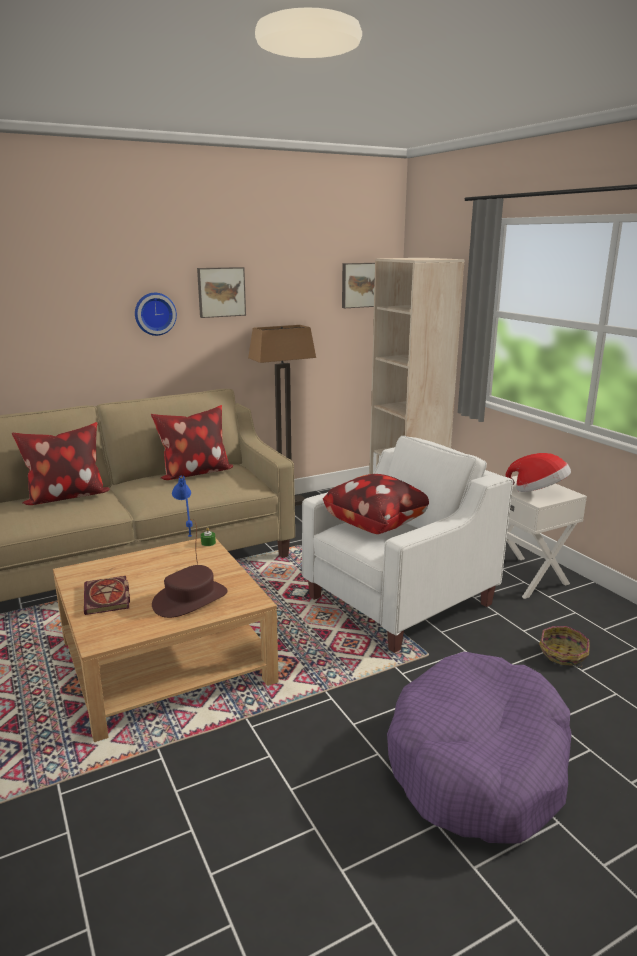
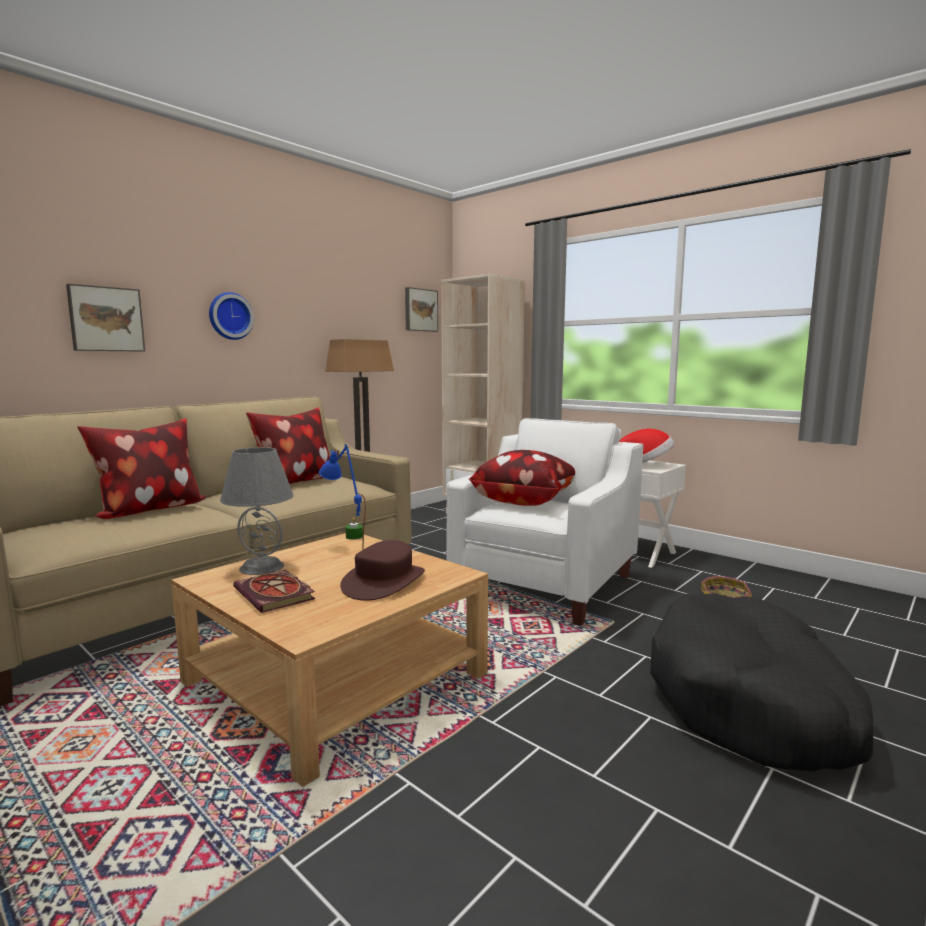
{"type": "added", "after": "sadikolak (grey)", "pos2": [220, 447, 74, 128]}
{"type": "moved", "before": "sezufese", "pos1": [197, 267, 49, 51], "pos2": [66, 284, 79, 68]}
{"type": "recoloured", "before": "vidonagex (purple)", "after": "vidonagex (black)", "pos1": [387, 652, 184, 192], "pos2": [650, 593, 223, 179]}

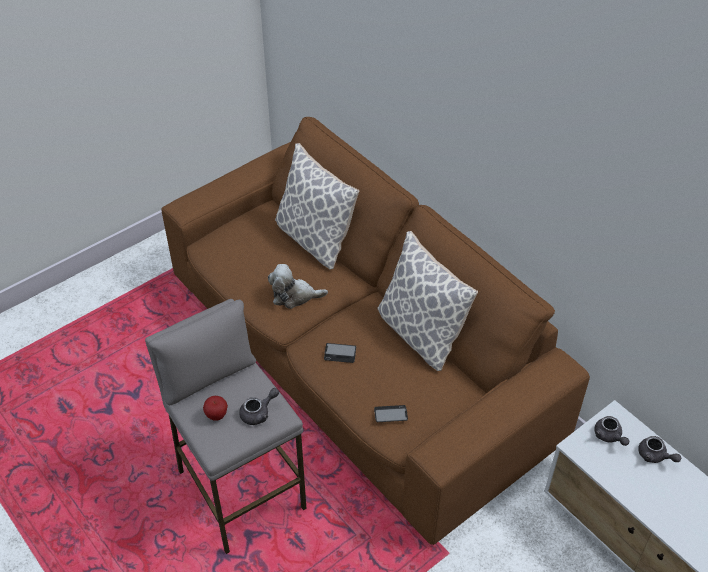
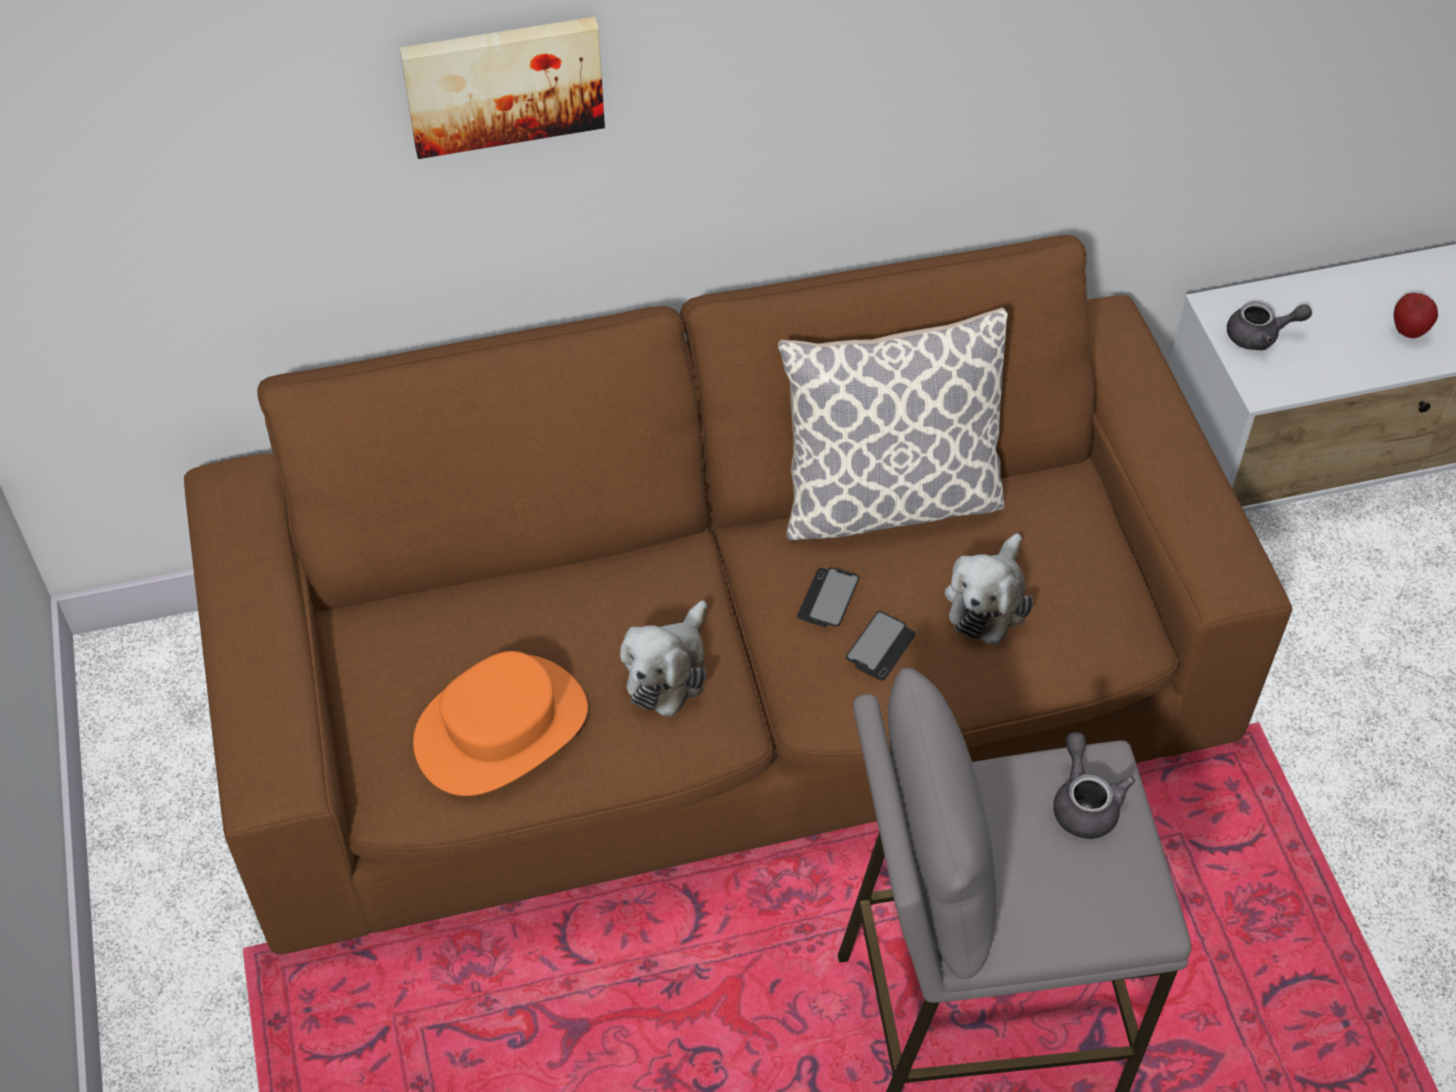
{"type": "removed", "before": "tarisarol", "pos1": [275, 143, 84, 126]}
{"type": "removed", "before": "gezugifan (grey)", "pos1": [638, 436, 43, 27]}
{"type": "added", "after": "sezufese", "pos2": [399, 17, 206, 142]}
{"type": "added", "after": "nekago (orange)", "pos2": [413, 651, 175, 145]}
{"type": "added", "after": "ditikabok", "pos2": [944, 533, 90, 112]}
{"type": "moved", "before": "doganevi", "pos1": [203, 396, 25, 25], "pos2": [1394, 293, 44, 45]}
{"type": "moved", "before": "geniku", "pos1": [374, 405, 34, 17], "pos2": [797, 567, 63, 60]}

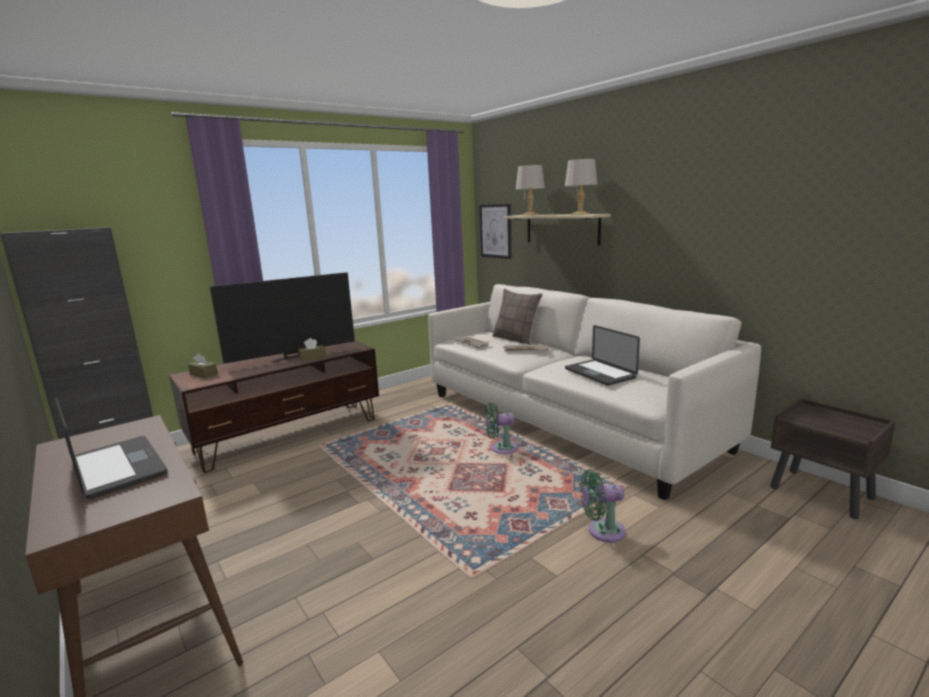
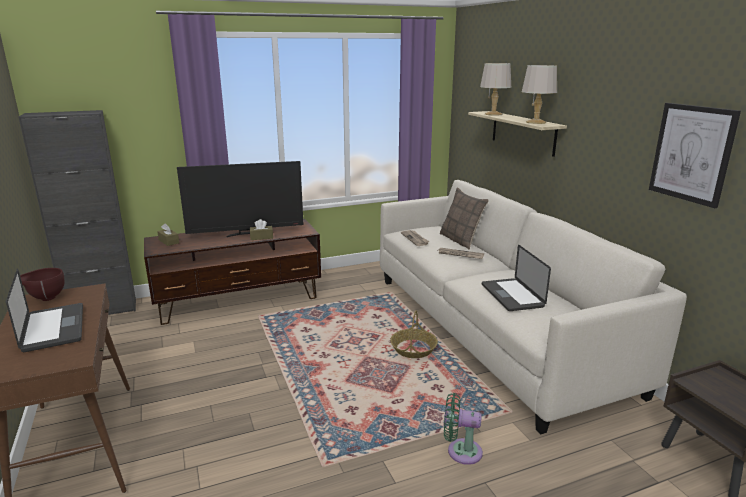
{"type": "added", "after": "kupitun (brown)", "pos2": [20, 268, 45, 33]}
{"type": "moved", "before": "sezufese", "pos1": [479, 204, 32, 55], "pos2": [649, 103, 92, 105]}
{"type": "replaced", "before": "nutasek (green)", "after": "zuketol", "pos1": [486, 402, 32, 52], "pos2": [390, 311, 48, 47]}

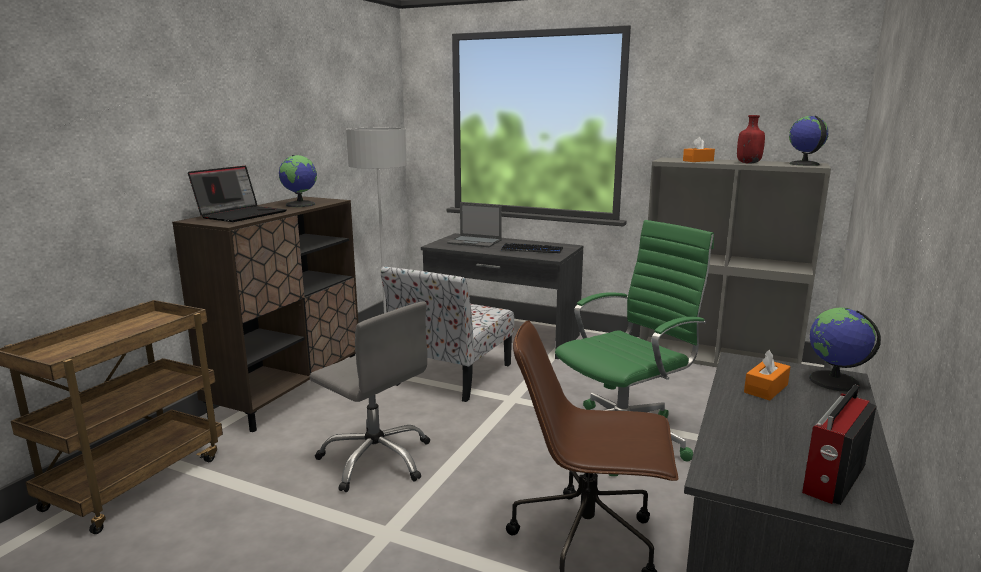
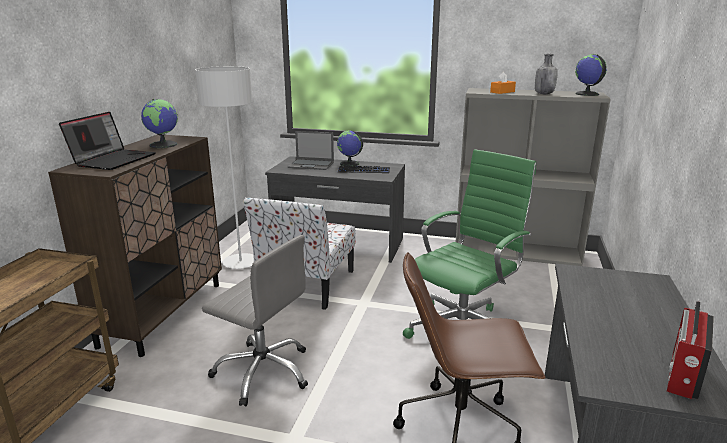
{"type": "removed", "before": "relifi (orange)", "pos1": [744, 350, 46, 51]}
{"type": "moved", "before": "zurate", "pos1": [809, 308, 72, 84], "pos2": [337, 130, 26, 36]}
{"type": "recoloured", "before": "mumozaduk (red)", "after": "mumozaduk (grey)", "pos1": [737, 115, 28, 49], "pos2": [535, 54, 23, 40]}

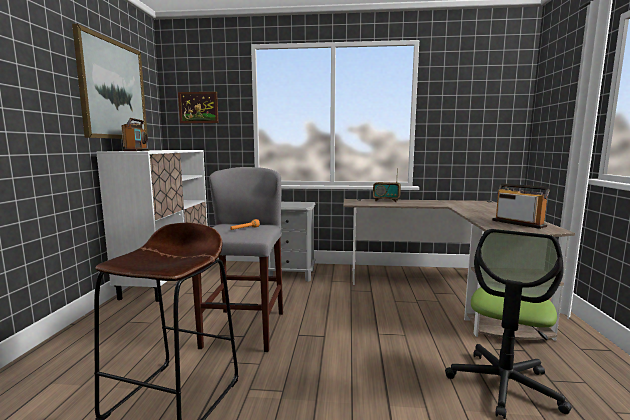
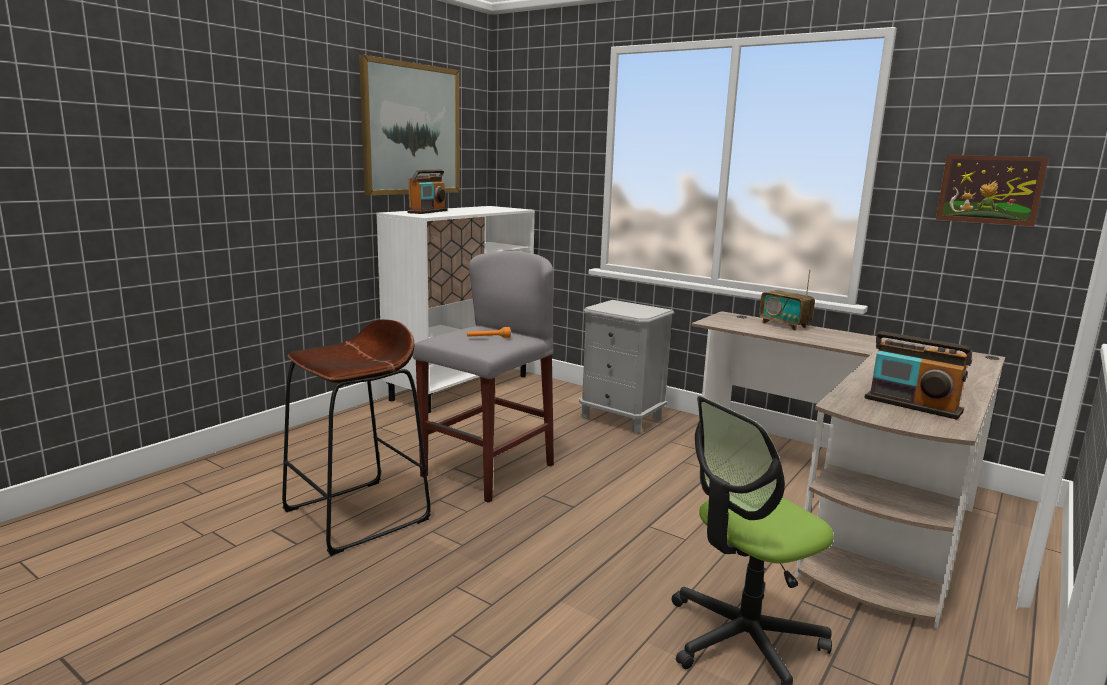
{"type": "moved", "before": "sezufese", "pos1": [178, 92, 41, 31], "pos2": [936, 155, 113, 72]}
{"type": "turned", "before": "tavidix", "pos1": [492, 183, 58, 46], "pos2": [864, 331, 108, 89], "turn": 135}

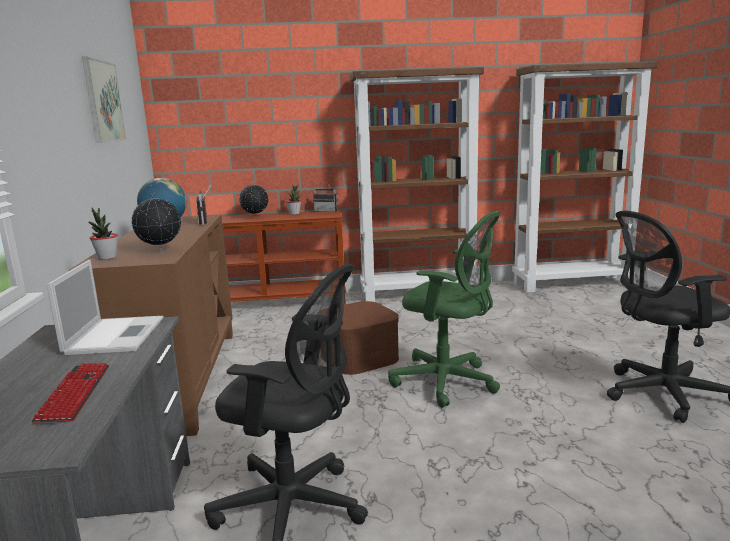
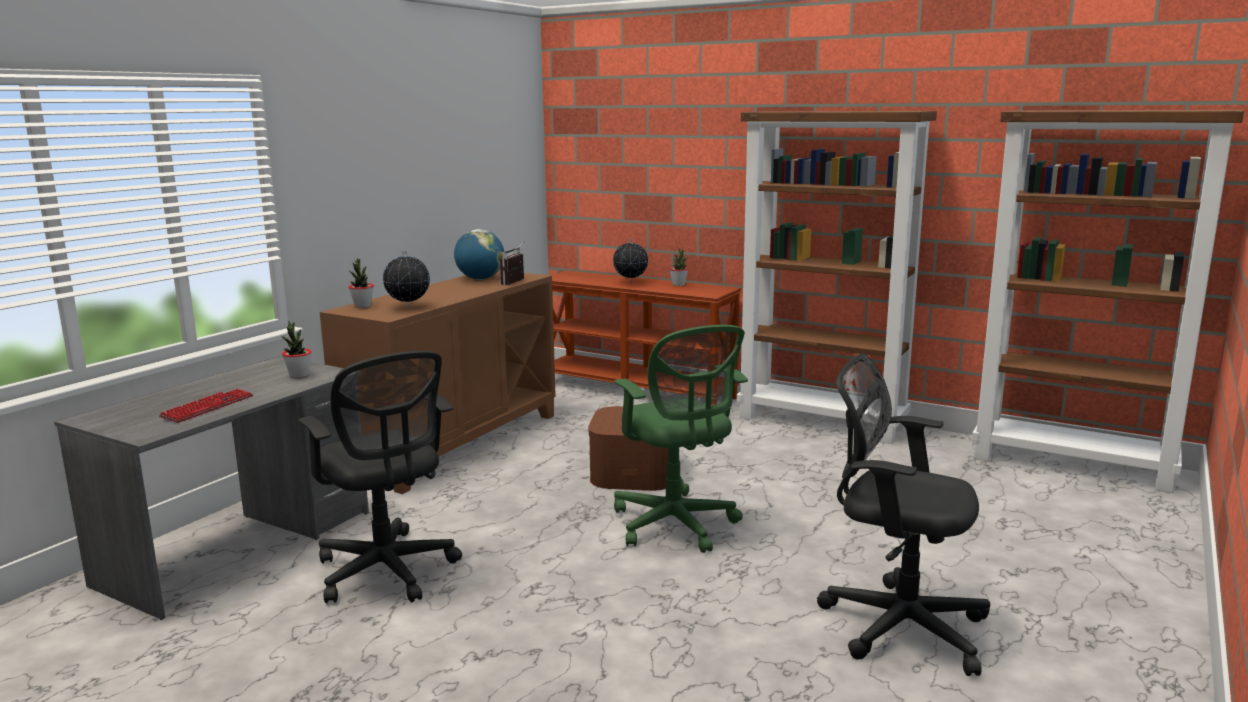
{"type": "removed", "before": "sezufese", "pos1": [82, 56, 44, 87]}
{"type": "removed", "before": "tavidix", "pos1": [313, 183, 25, 29]}
{"type": "replaced", "before": "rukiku", "after": "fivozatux", "pos1": [47, 260, 116, 95], "pos2": [281, 321, 31, 57]}

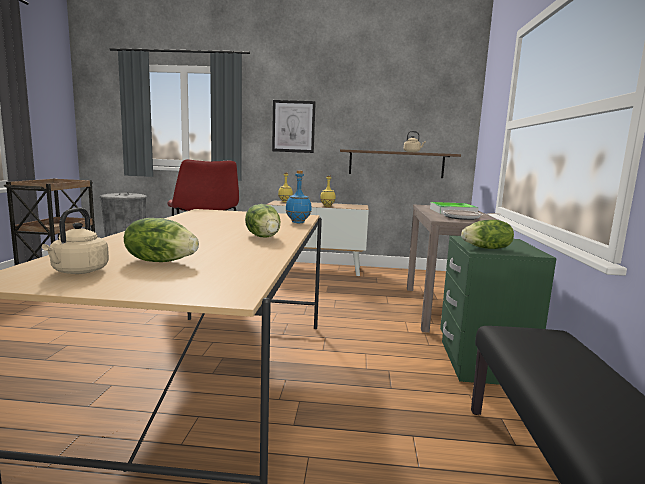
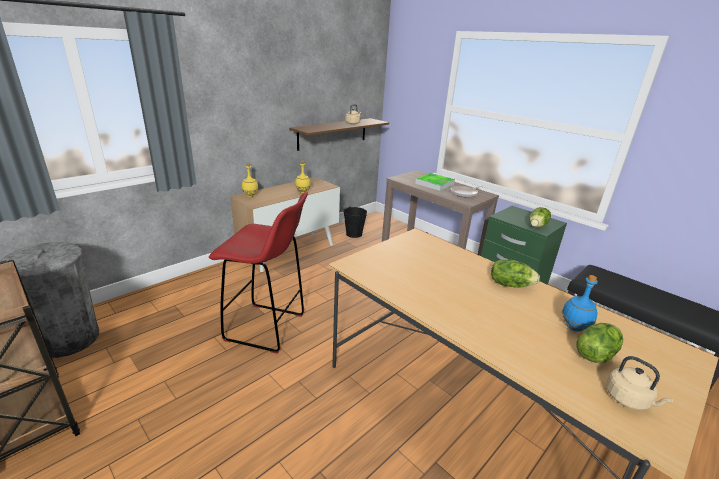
{"type": "removed", "before": "sezufese", "pos1": [272, 100, 44, 53]}
{"type": "added", "after": "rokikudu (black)", "pos2": [343, 206, 24, 32]}
{"type": "moved", "before": "mumozaduk (blue)", "pos1": [286, 171, 25, 52], "pos2": [562, 275, 36, 57]}

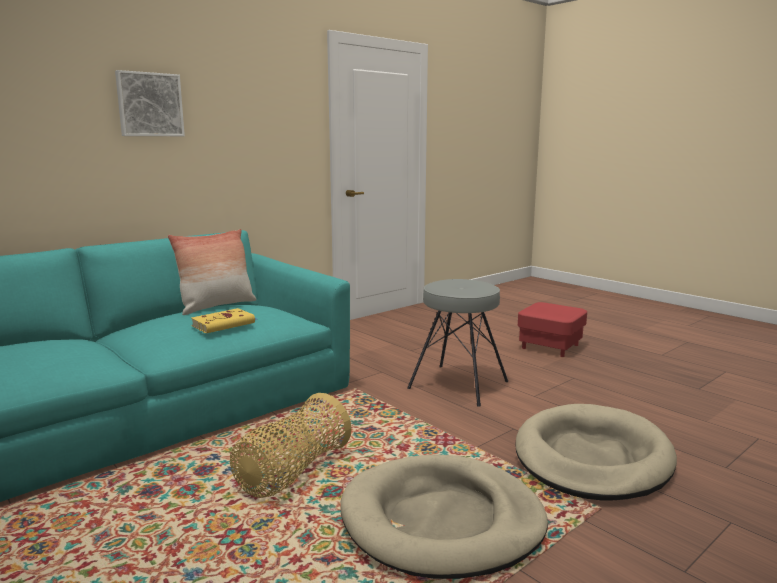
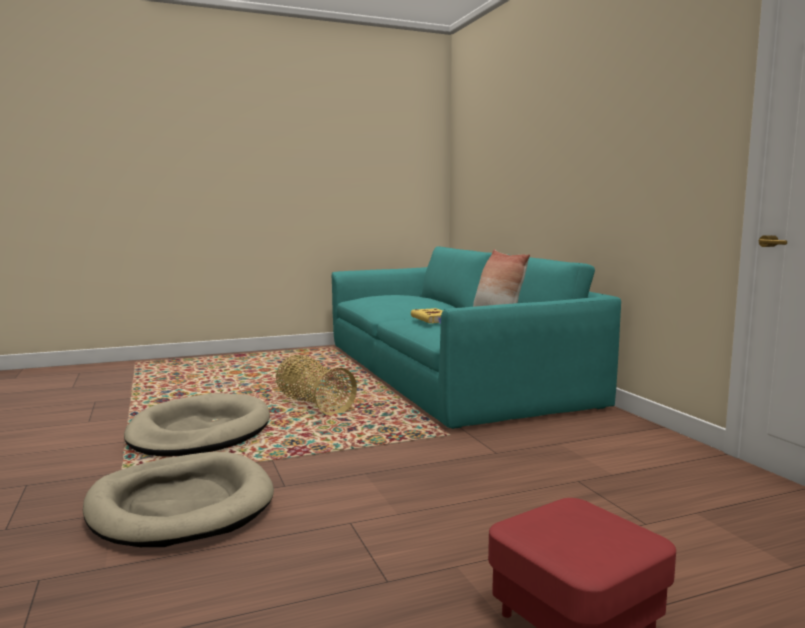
{"type": "removed", "before": "sezufese", "pos1": [115, 70, 70, 66]}
{"type": "removed", "before": "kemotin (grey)", "pos1": [407, 279, 101, 128]}

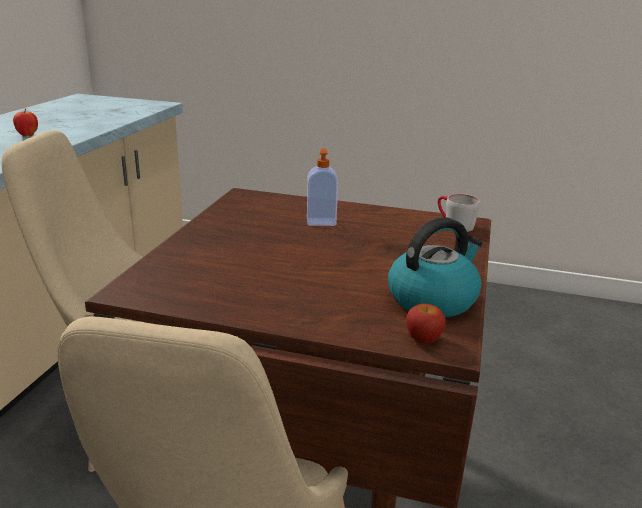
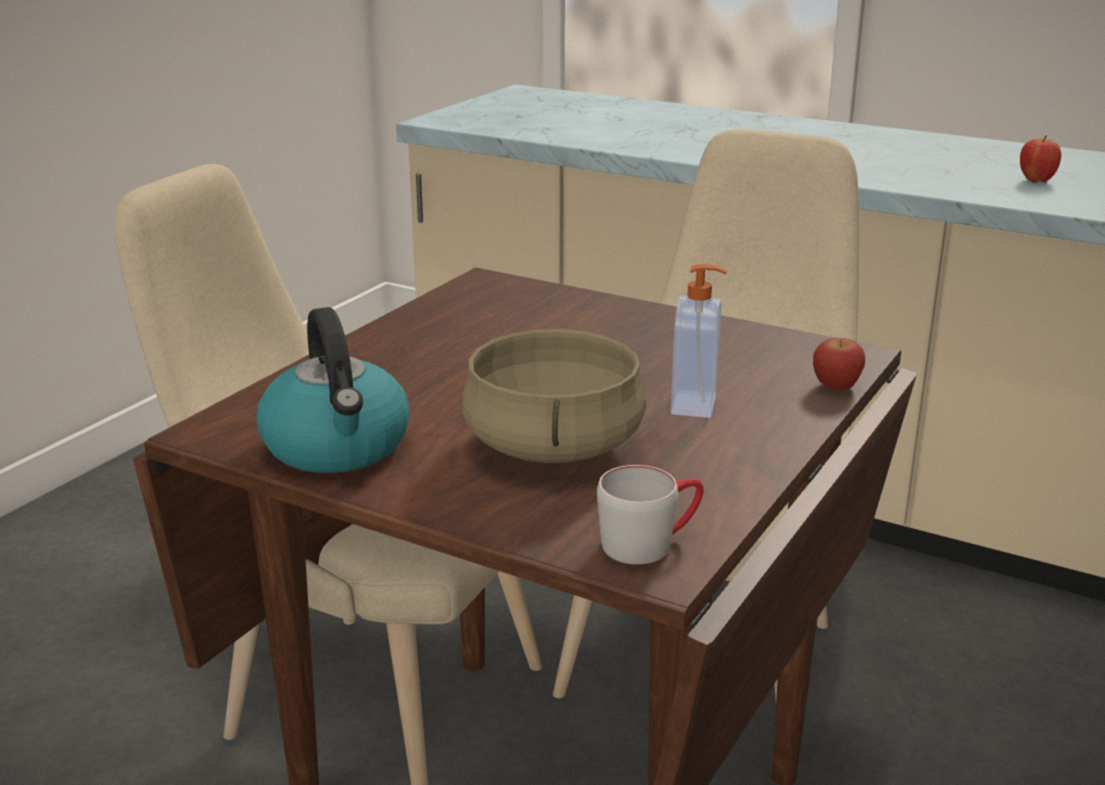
{"type": "added", "after": "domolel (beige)", "pos2": [462, 329, 184, 134]}
{"type": "moved", "before": "doganevi", "pos1": [406, 304, 40, 39], "pos2": [813, 338, 52, 53]}

